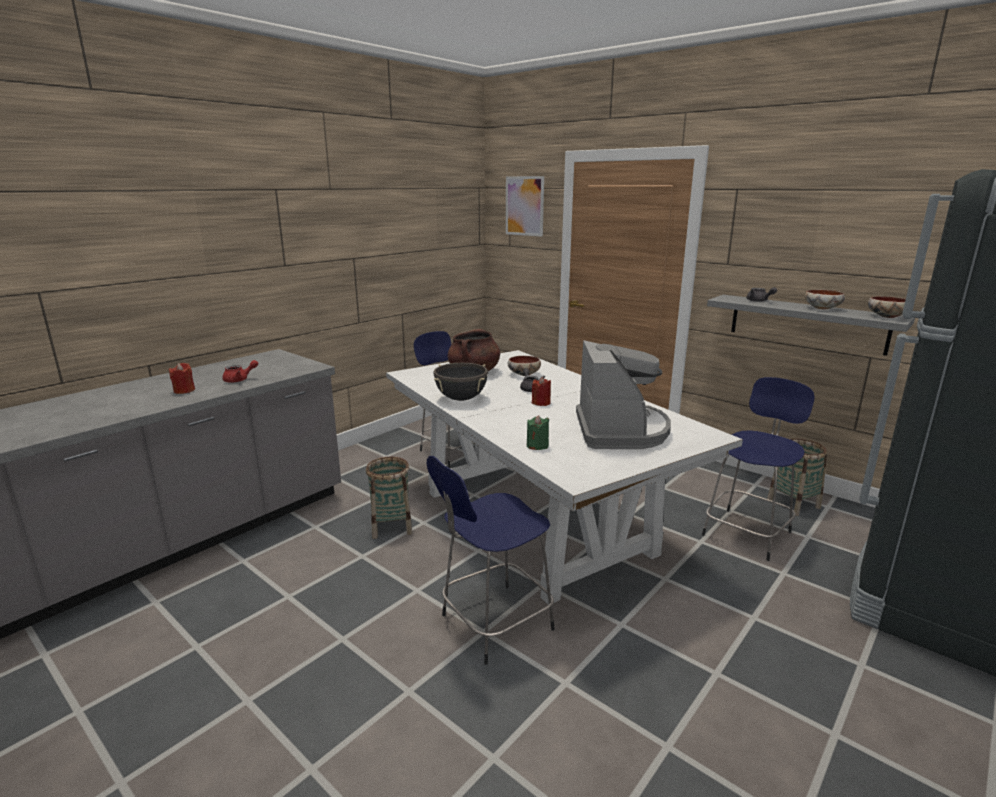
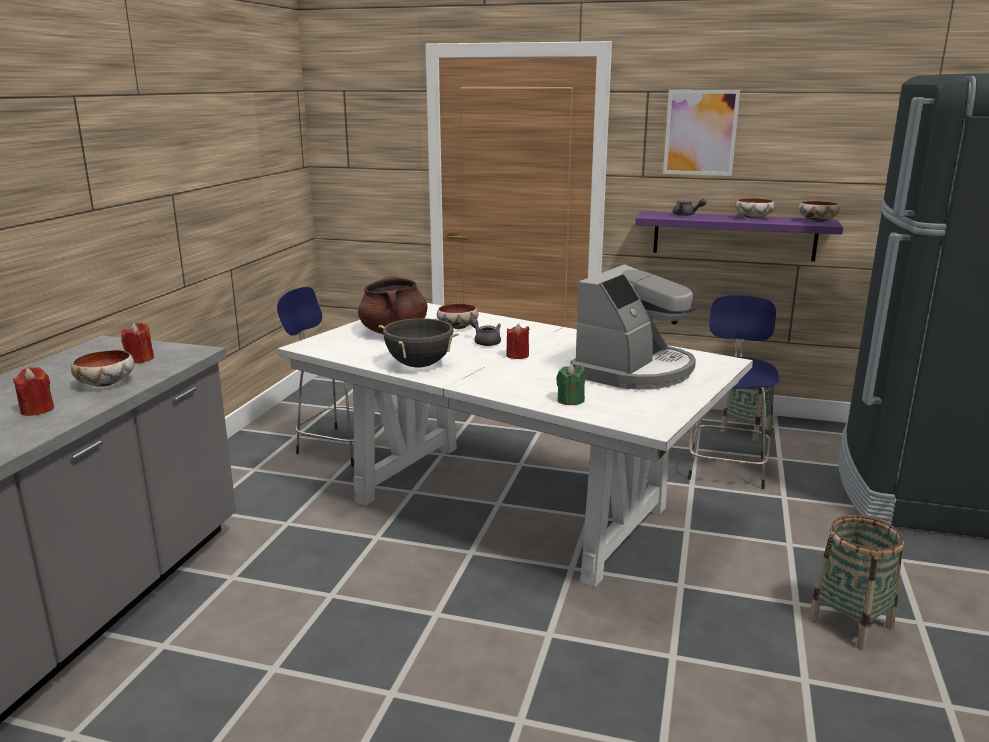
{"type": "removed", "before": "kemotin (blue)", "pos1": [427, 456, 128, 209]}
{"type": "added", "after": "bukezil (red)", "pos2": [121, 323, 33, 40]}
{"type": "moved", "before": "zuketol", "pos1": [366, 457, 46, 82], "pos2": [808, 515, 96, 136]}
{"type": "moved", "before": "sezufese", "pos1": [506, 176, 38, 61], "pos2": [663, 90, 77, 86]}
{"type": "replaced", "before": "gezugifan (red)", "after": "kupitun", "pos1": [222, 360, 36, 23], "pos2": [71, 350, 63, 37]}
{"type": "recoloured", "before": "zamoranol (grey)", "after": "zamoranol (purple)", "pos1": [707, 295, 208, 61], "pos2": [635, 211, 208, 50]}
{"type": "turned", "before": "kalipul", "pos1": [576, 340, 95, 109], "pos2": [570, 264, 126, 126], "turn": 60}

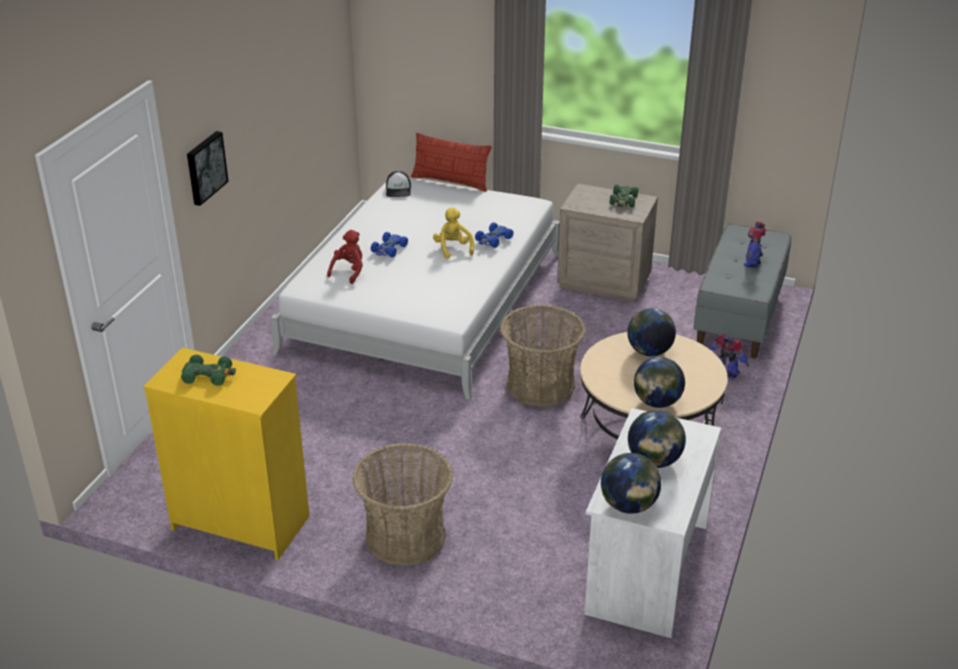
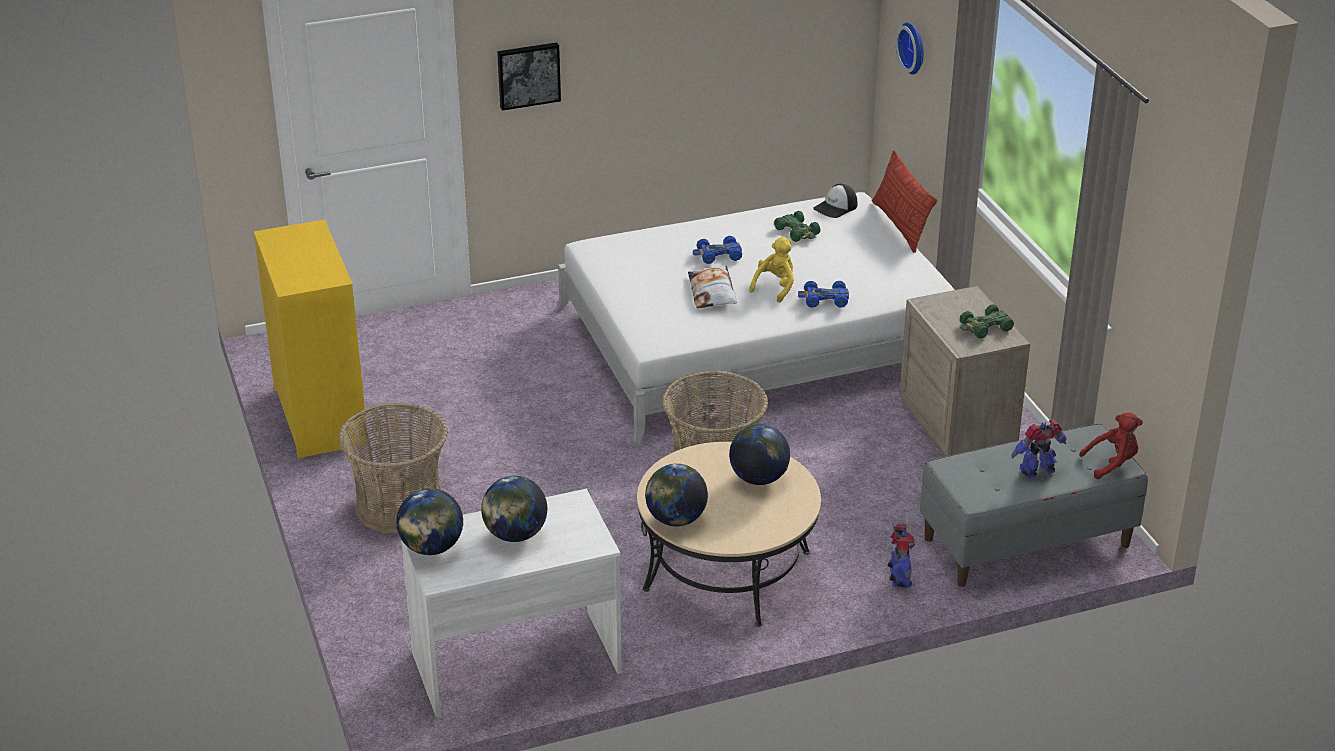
{"type": "added", "after": "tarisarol", "pos2": [688, 266, 49, 42]}
{"type": "added", "after": "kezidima", "pos2": [896, 22, 28, 53]}
{"type": "moved", "before": "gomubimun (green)", "pos1": [181, 355, 55, 31], "pos2": [774, 211, 46, 31]}
{"type": "moved", "before": "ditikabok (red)", "pos1": [327, 230, 36, 54], "pos2": [1079, 412, 64, 67]}

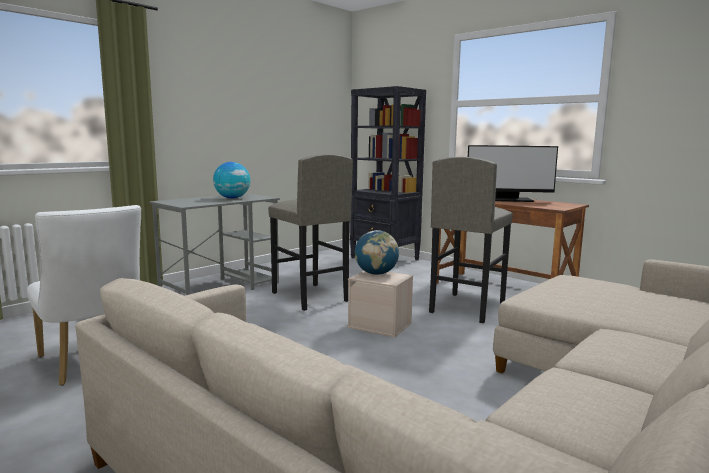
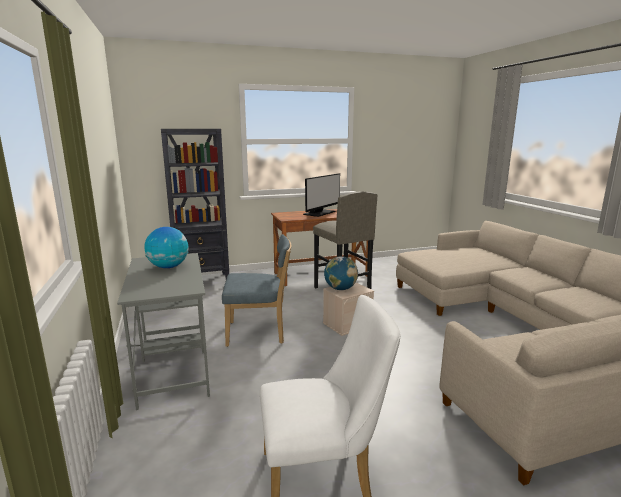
{"type": "replaced", "before": "kemotin (grey)", "after": "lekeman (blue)", "pos1": [268, 154, 85, 157], "pos2": [222, 234, 69, 113]}

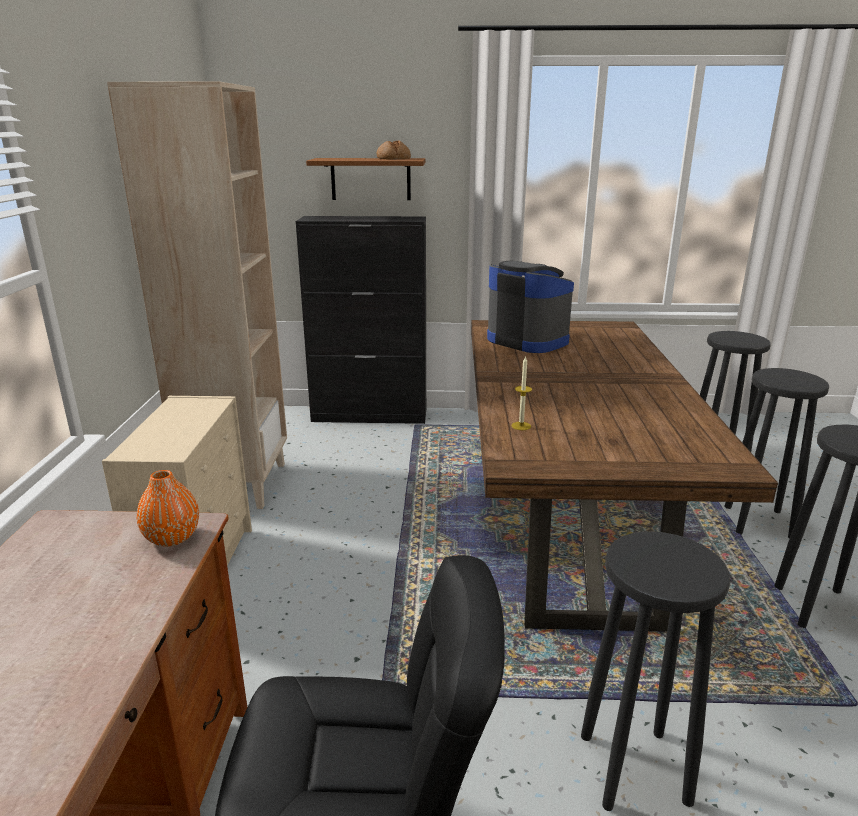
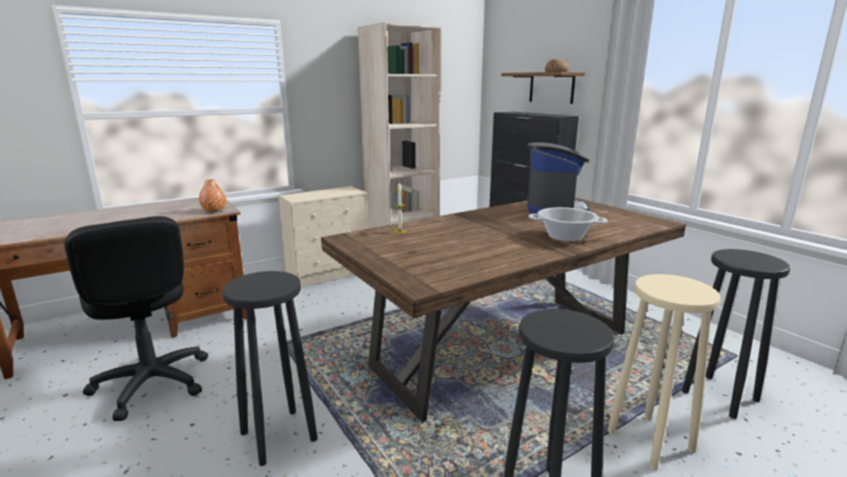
{"type": "added", "after": "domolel", "pos2": [529, 207, 79, 35]}
{"type": "recoloured", "before": "kemotin (black)", "after": "kemotin (beige)", "pos1": [724, 368, 105, 171], "pos2": [608, 274, 113, 196]}

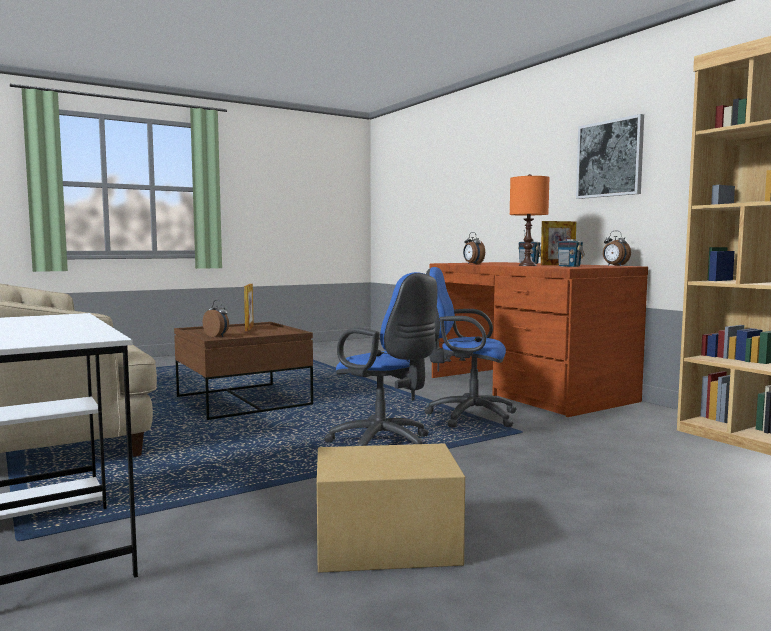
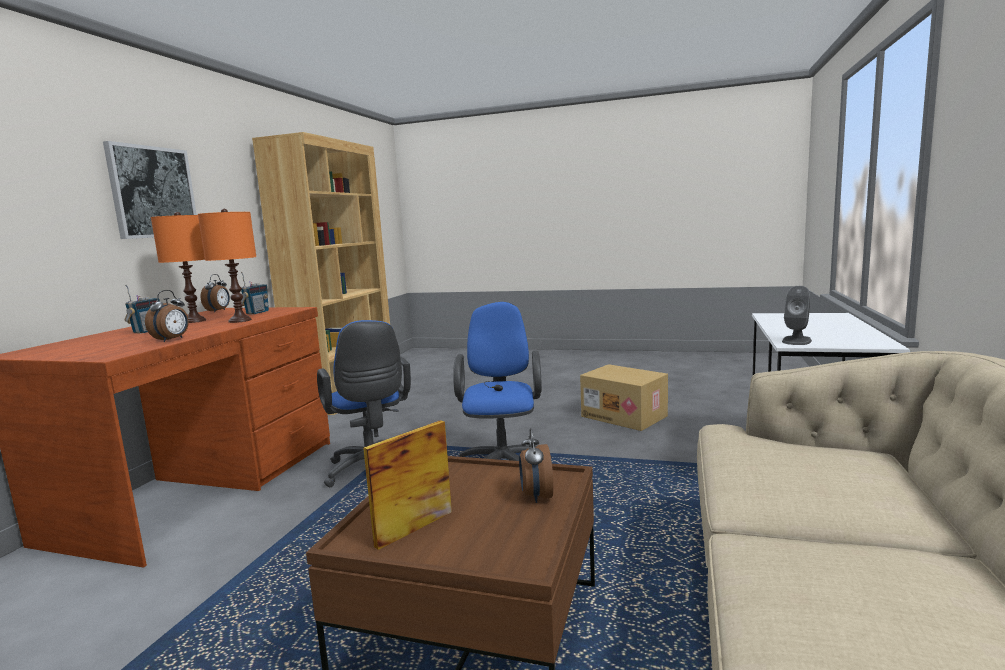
{"type": "added", "after": "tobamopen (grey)", "pos2": [782, 286, 30, 59]}
{"type": "replaced", "before": "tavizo", "after": "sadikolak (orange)", "pos1": [541, 221, 35, 44], "pos2": [151, 212, 55, 111]}

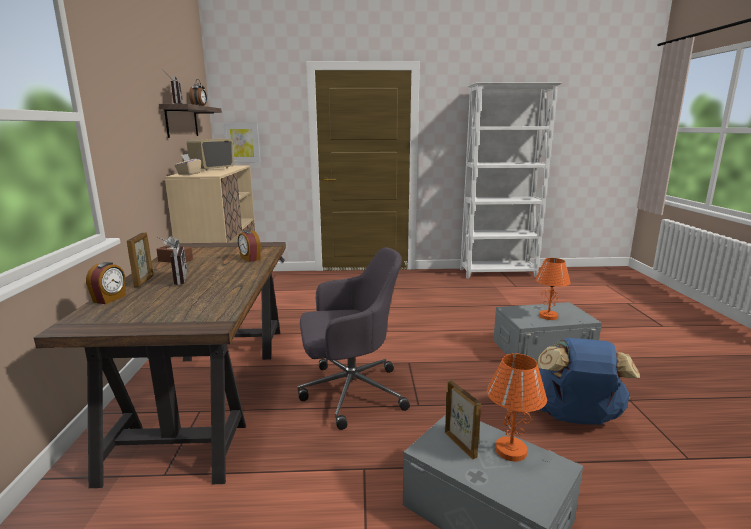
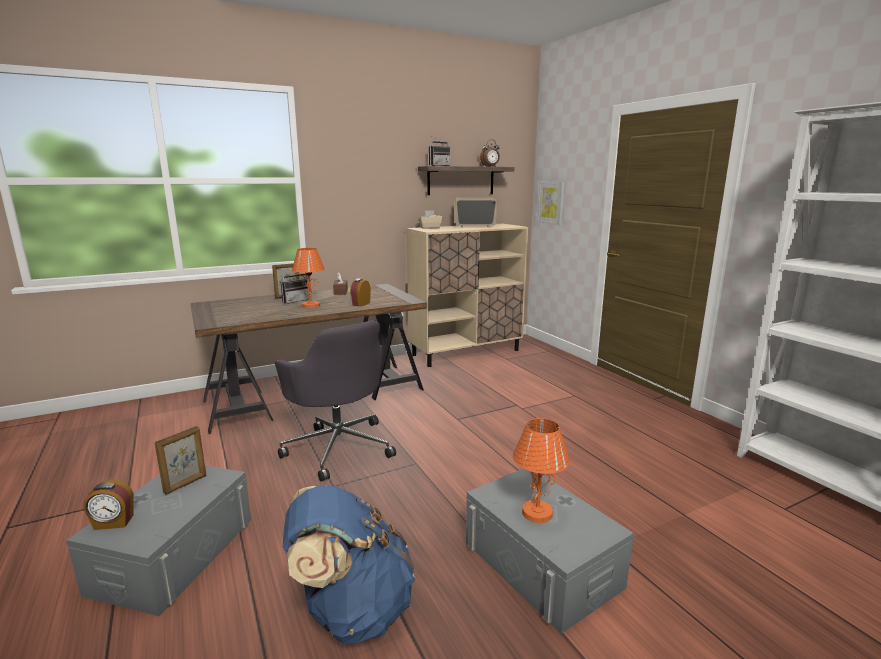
{"type": "moved", "before": "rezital", "pos1": [86, 262, 39, 42], "pos2": [84, 479, 50, 51]}
{"type": "moved", "before": "sadikolak (orange)", "pos1": [487, 353, 60, 108], "pos2": [292, 248, 33, 60]}

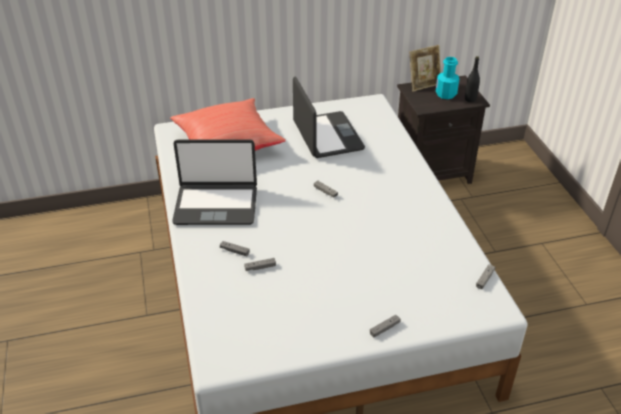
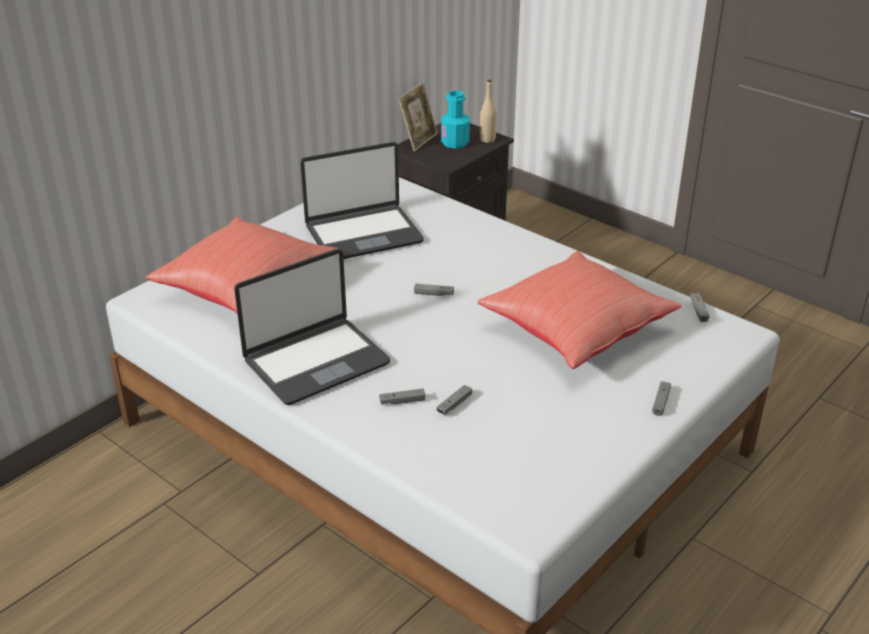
{"type": "added", "after": "tarisarol (red)", "pos2": [477, 251, 204, 118]}
{"type": "recoloured", "before": "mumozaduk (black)", "after": "mumozaduk (beige)", "pos1": [465, 56, 15, 46], "pos2": [480, 80, 17, 63]}
{"type": "turned", "before": "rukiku", "pos1": [293, 76, 72, 82], "pos2": [300, 142, 124, 117], "turn": 120}

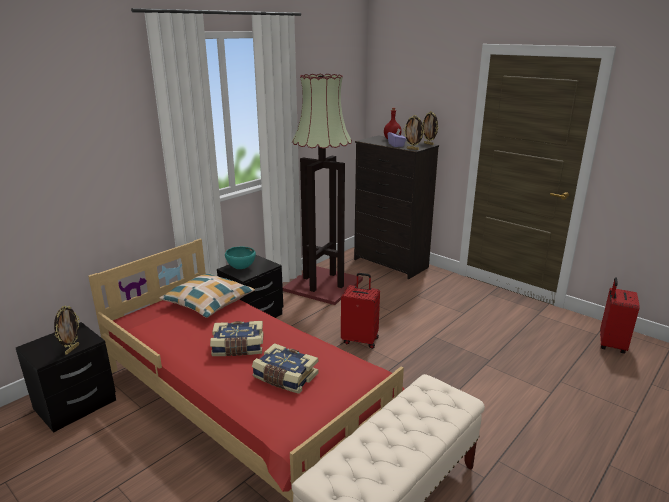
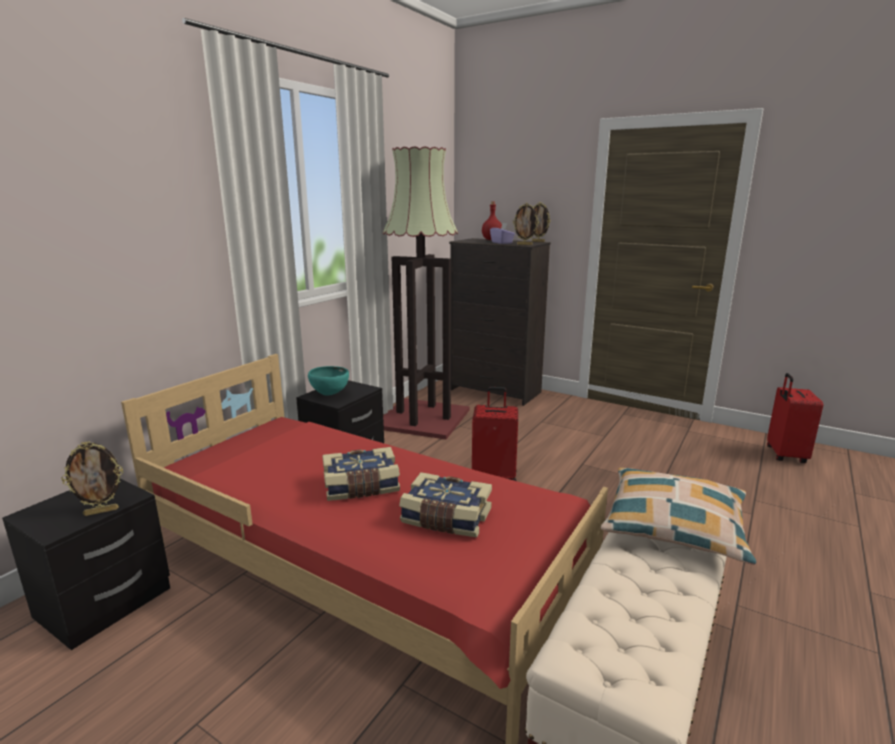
{"type": "moved", "before": "tarisarol", "pos1": [159, 273, 96, 45], "pos2": [601, 467, 155, 98]}
{"type": "turned", "before": "tavizo", "pos1": [54, 306, 26, 49], "pos2": [61, 441, 62, 75], "turn": 60}

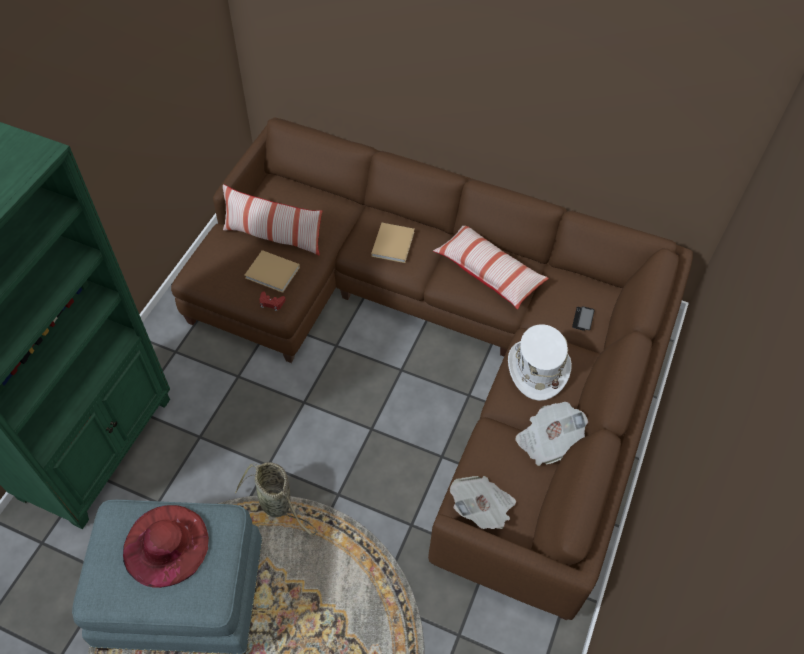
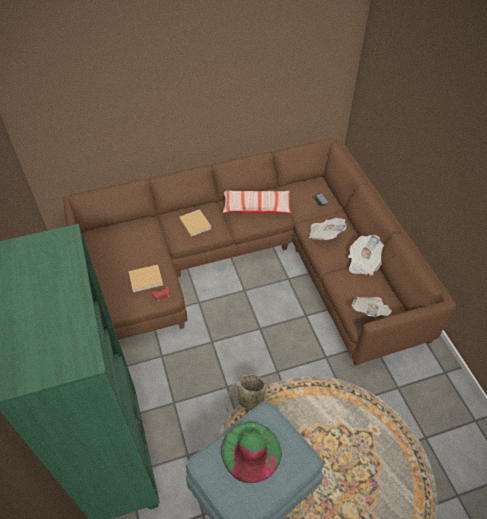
{"type": "removed", "before": "tarisarol", "pos1": [223, 184, 99, 72]}
{"type": "replaced", "before": "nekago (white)", "after": "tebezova", "pos1": [508, 324, 64, 77], "pos2": [309, 218, 38, 22]}
{"type": "recoloured", "before": "nekago (red)", "after": "nekago (green)", "pos1": [123, 505, 86, 83], "pos2": [221, 422, 61, 61]}

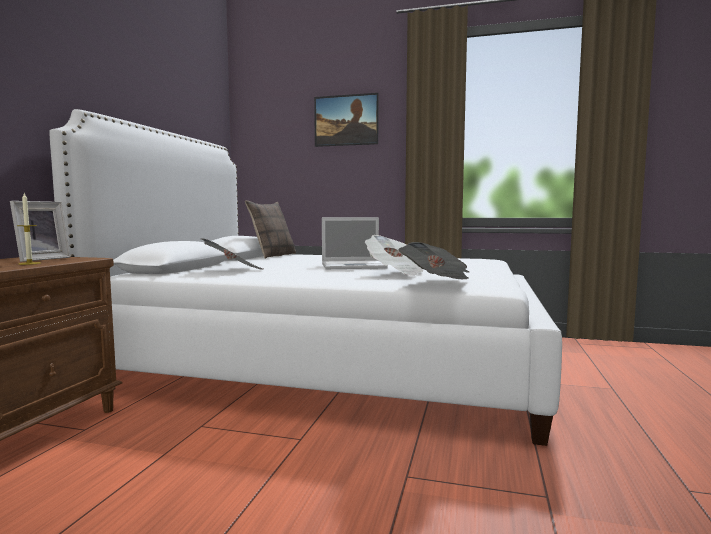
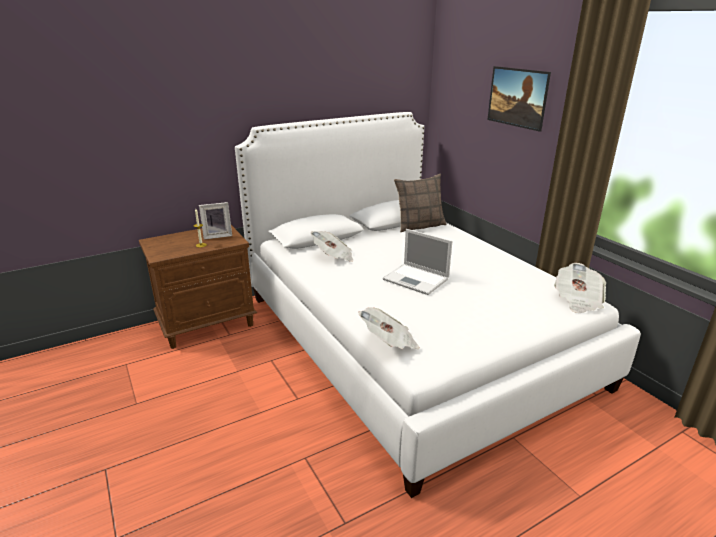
{"type": "moved", "before": "tebezova", "pos1": [365, 235, 58, 41], "pos2": [554, 263, 52, 50]}

